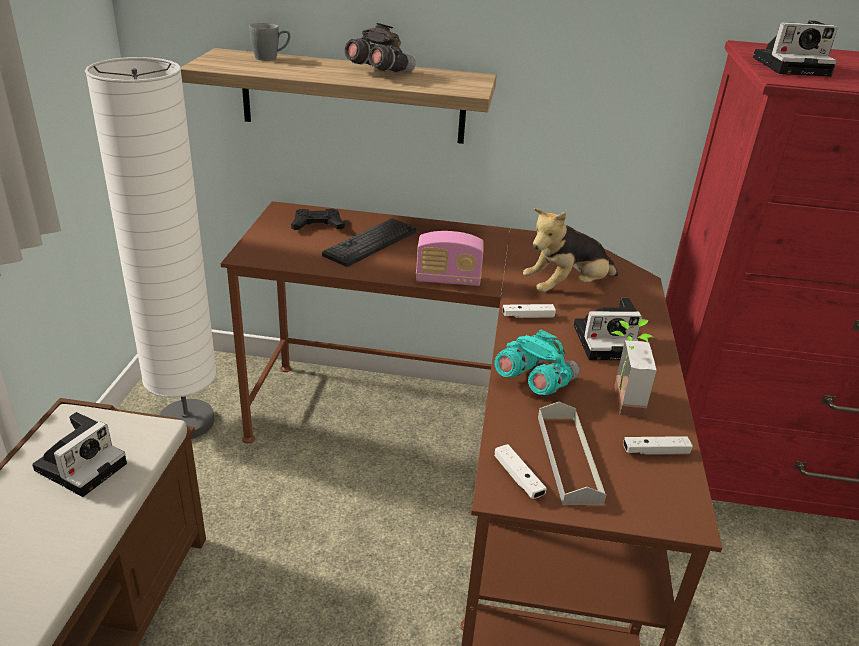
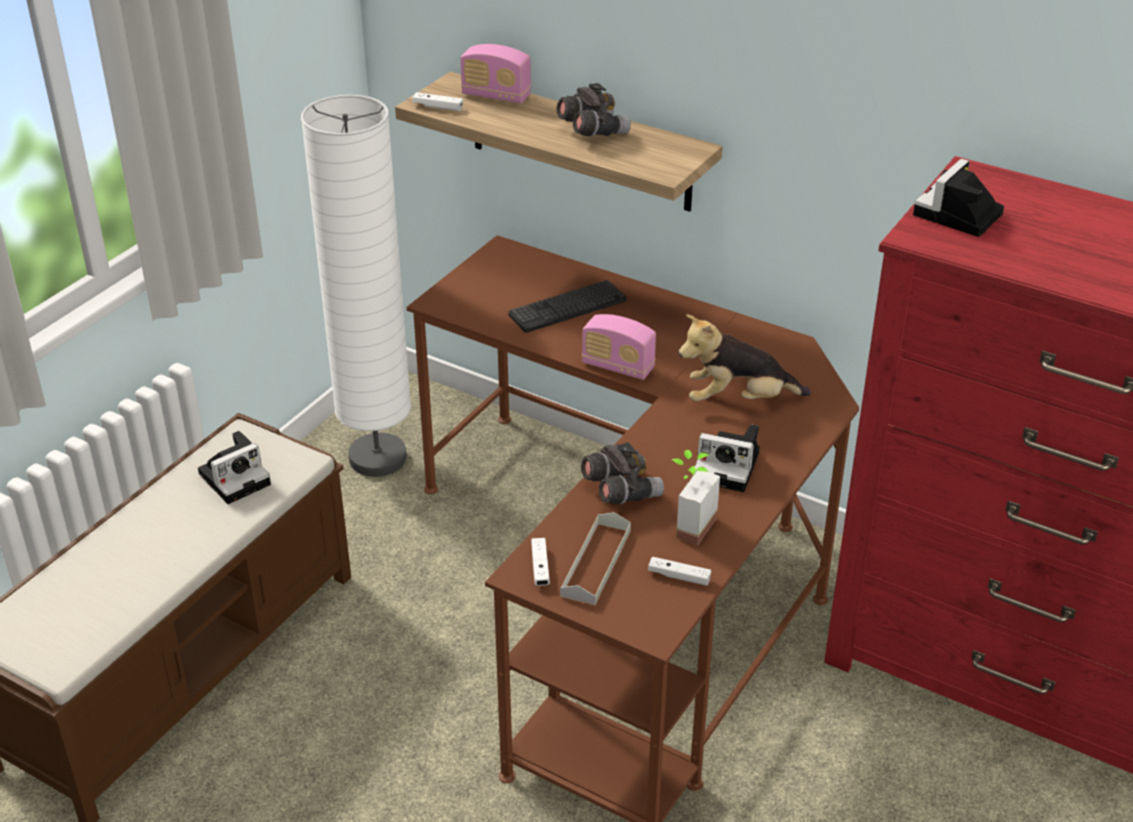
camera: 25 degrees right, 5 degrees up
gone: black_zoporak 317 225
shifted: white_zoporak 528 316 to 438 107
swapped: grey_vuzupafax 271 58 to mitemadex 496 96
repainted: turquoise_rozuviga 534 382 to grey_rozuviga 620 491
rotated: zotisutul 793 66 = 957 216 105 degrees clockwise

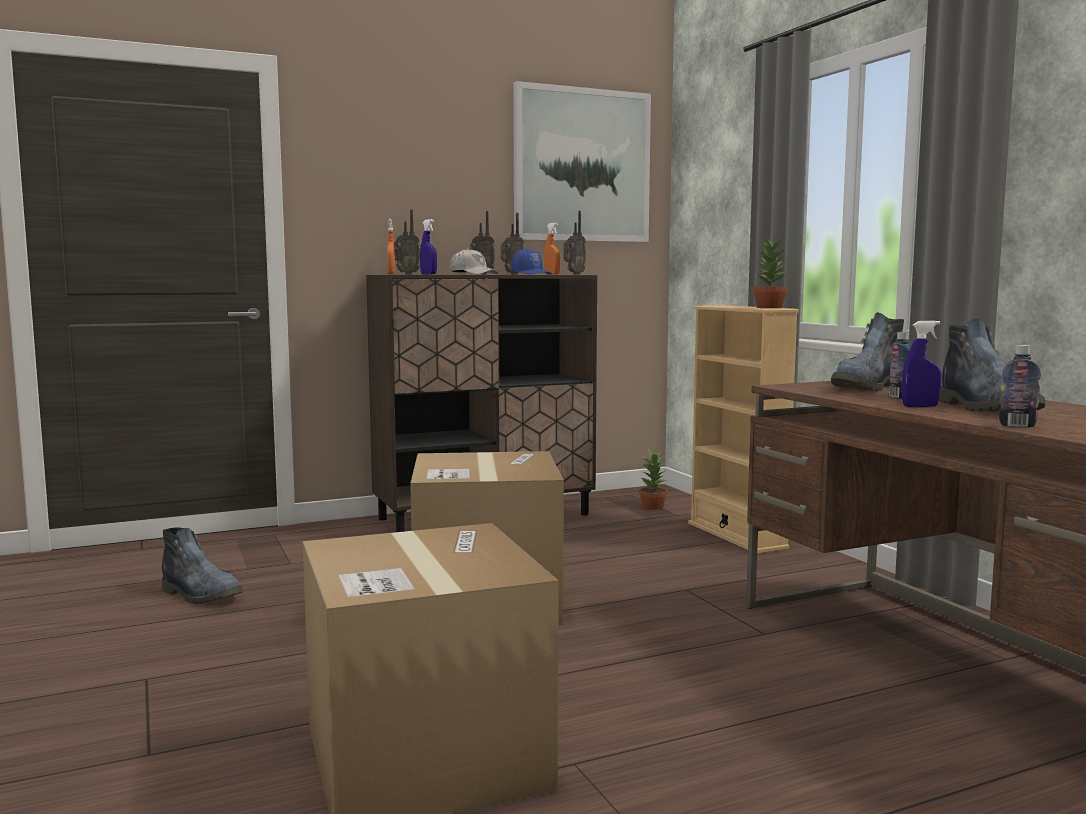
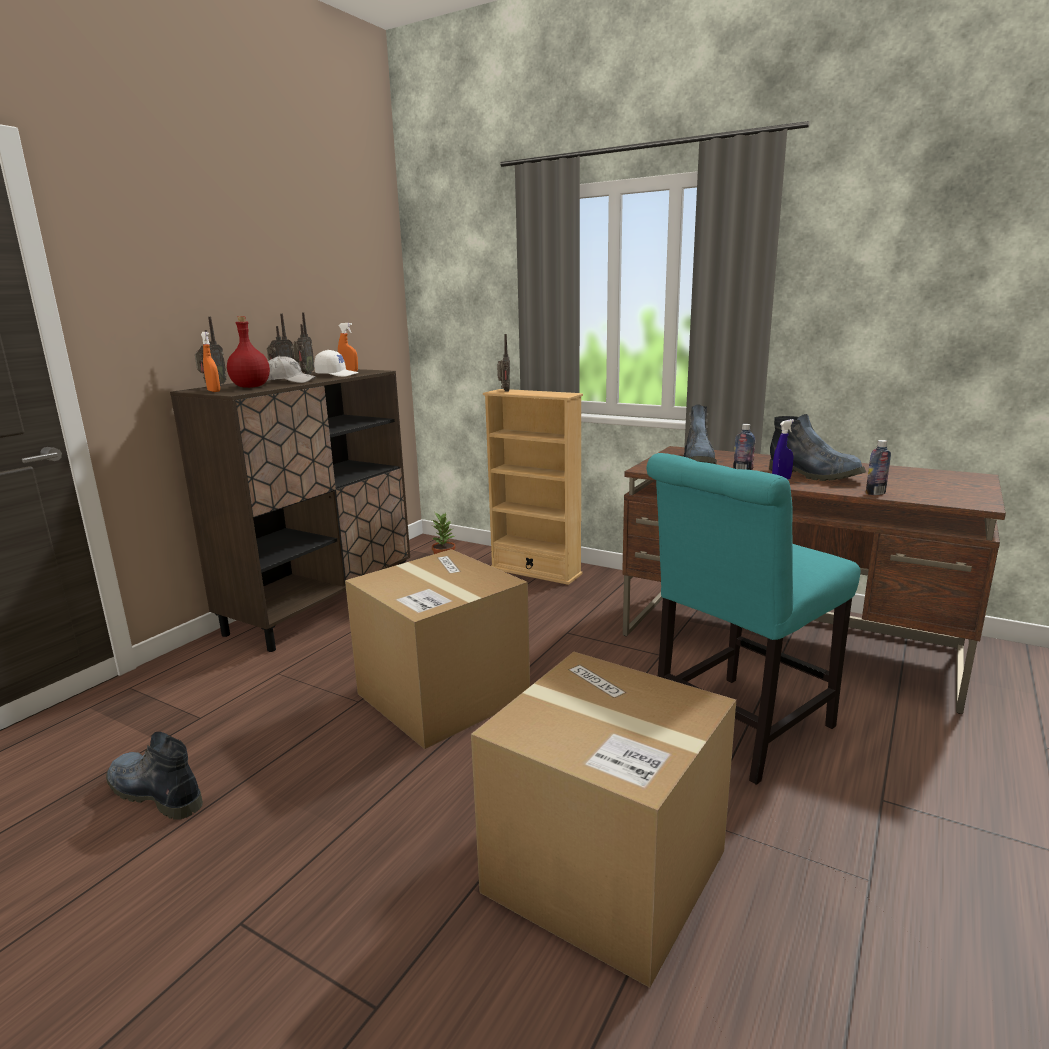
camera: 35 degrees left, 10 degrees up
gone: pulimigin 582 165; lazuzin 768 307
new: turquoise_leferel 736 730
shifted: mitemadex 573 274 to 504 391
swapped: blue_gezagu 428 274 to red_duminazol 251 387
repainted: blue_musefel 532 274 to white_musefel 337 375
rotated: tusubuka 202 595 = 154 793 150 degrees counterclockwise

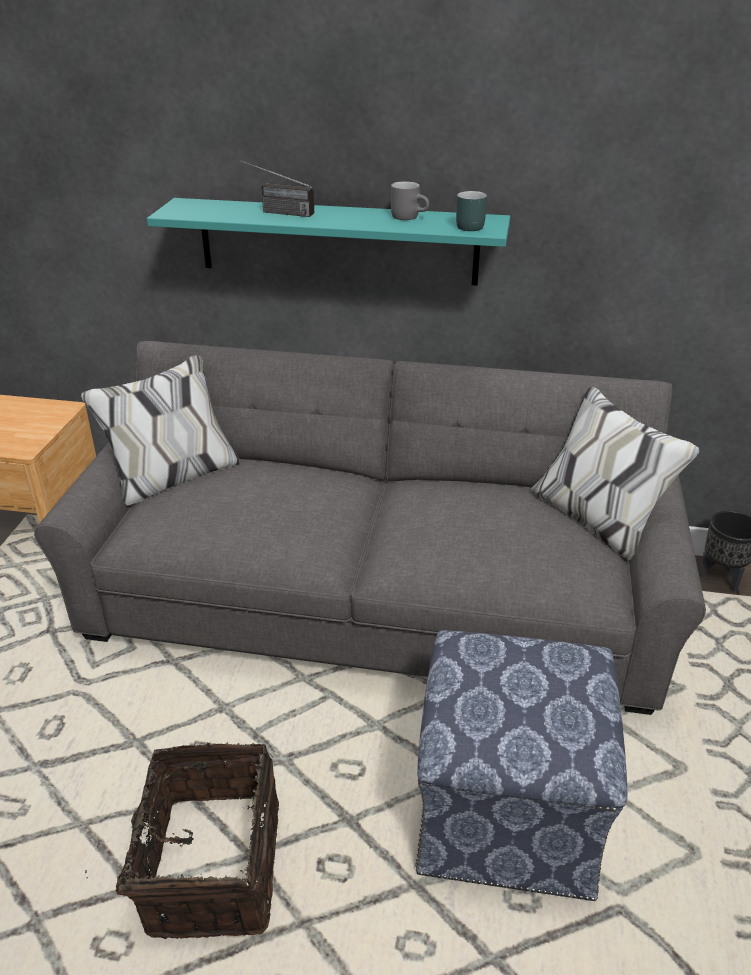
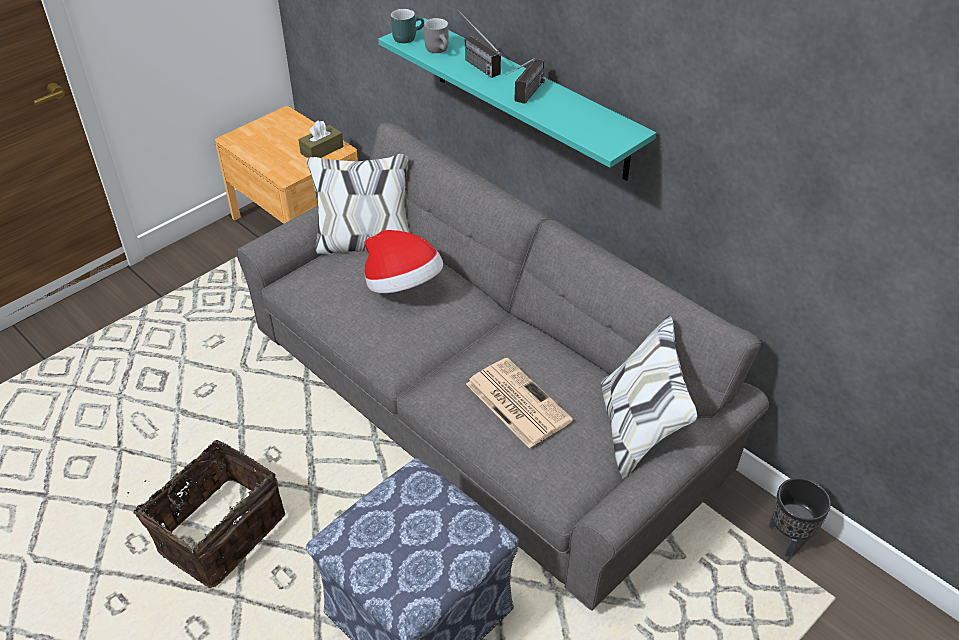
camera: 35 degrees right, 10 degrees up
new: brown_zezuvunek 322 150; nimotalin 403 286; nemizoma 516 402; mitemadex 525 97
shifted: grey_vuzupafax 409 217 to 440 50; turquoise_vuzupafax 470 226 to 407 37

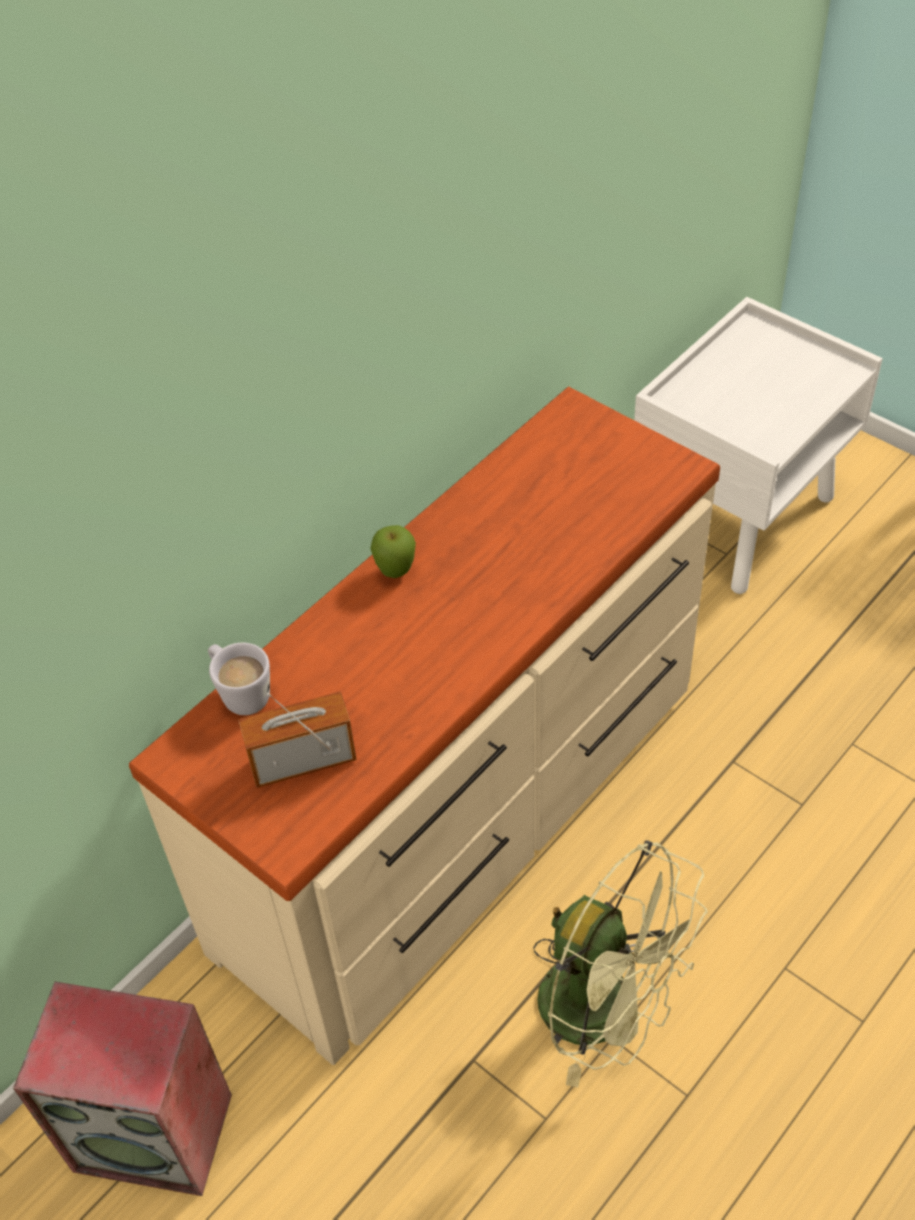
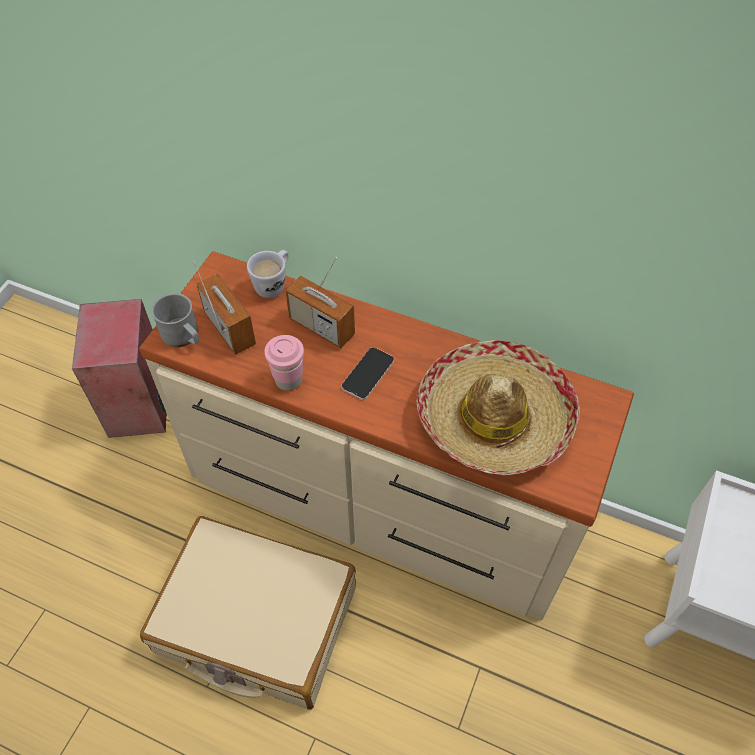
camera: 70 degrees right, 5 degrees up
gone: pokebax 396 573
new: grey_vuzupafax 183 336; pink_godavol 288 380; mitemadex 321 327; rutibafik 368 374; nimotalin 495 417
swapped: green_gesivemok 606 1010 to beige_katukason 256 621

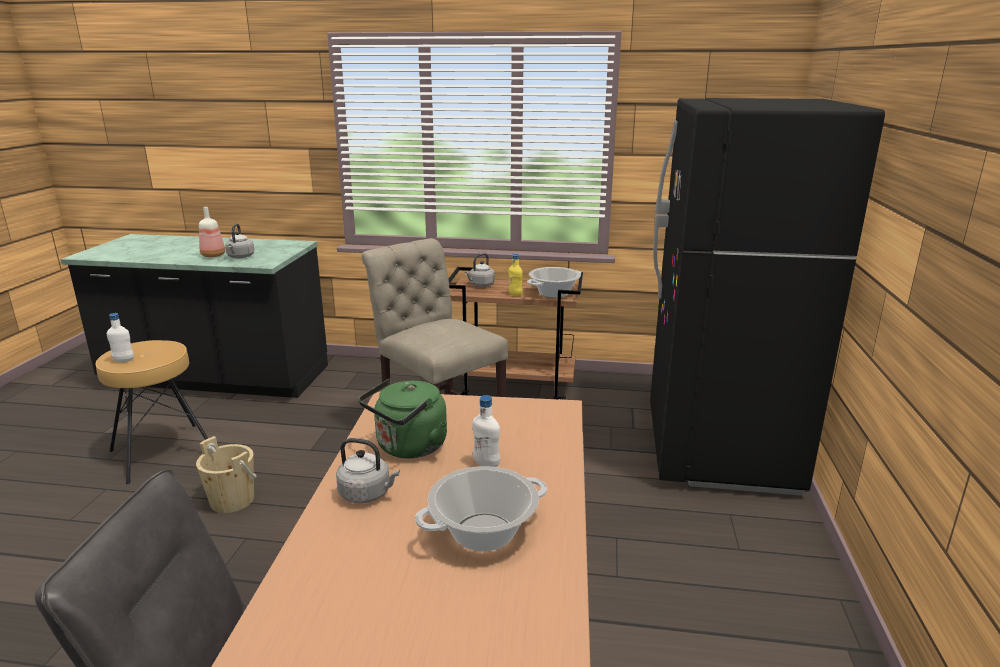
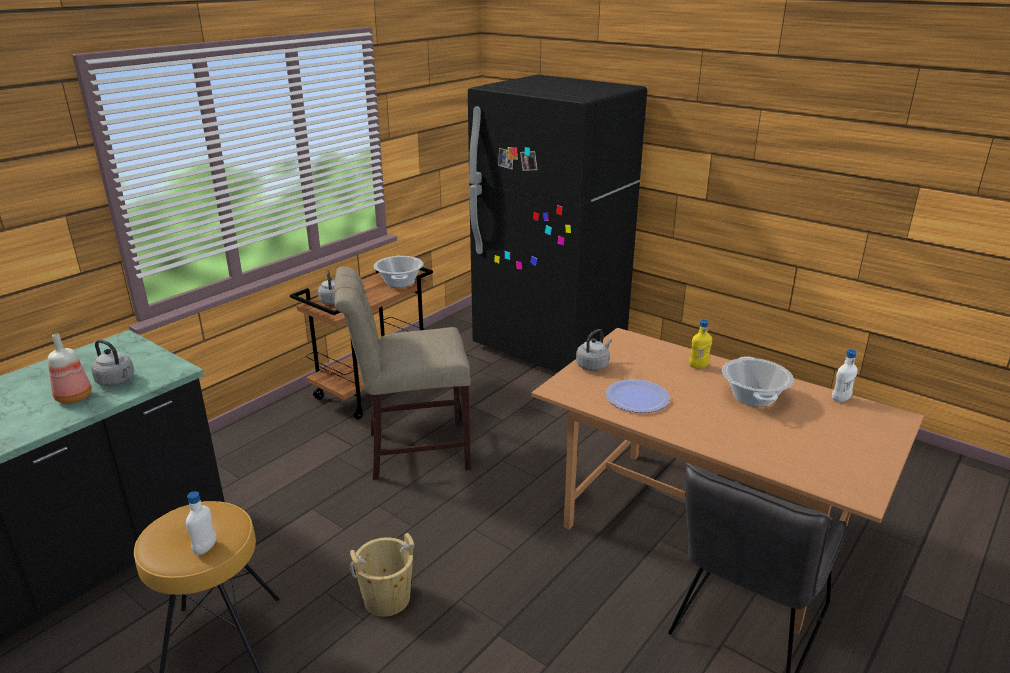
camera: 60 degrees left, 5 degrees up
shifted: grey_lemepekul 367 494 to 593 365; white_duminazol 486 464 to 840 399; yellow_duminazol 515 294 to 698 366
swapped: green_lemepekul 408 448 to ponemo 637 398

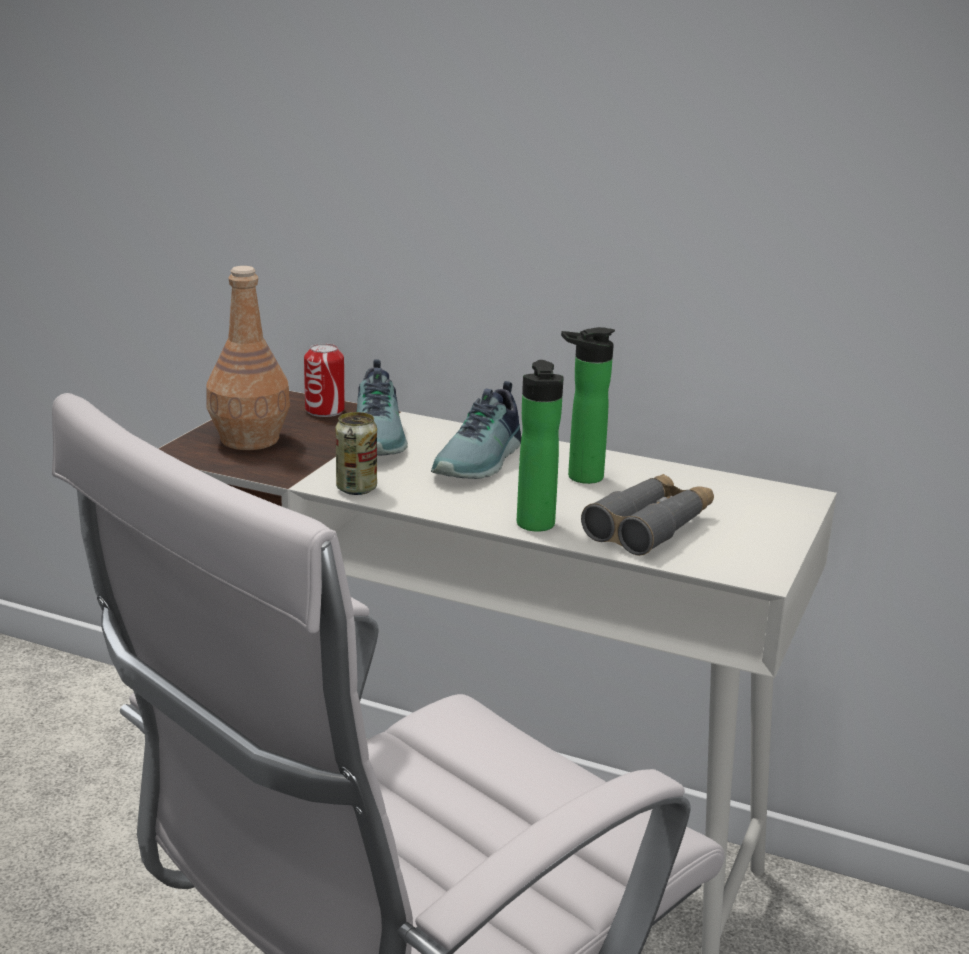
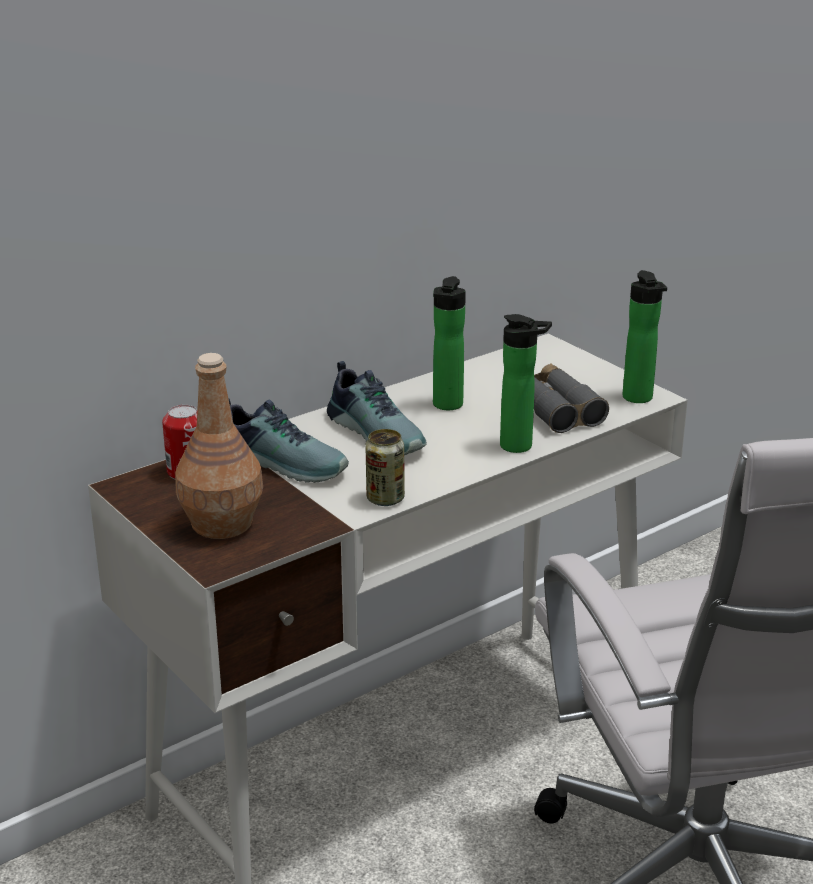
camera: 60 degrees left, 5 degrees up
new: duminazol 639 399

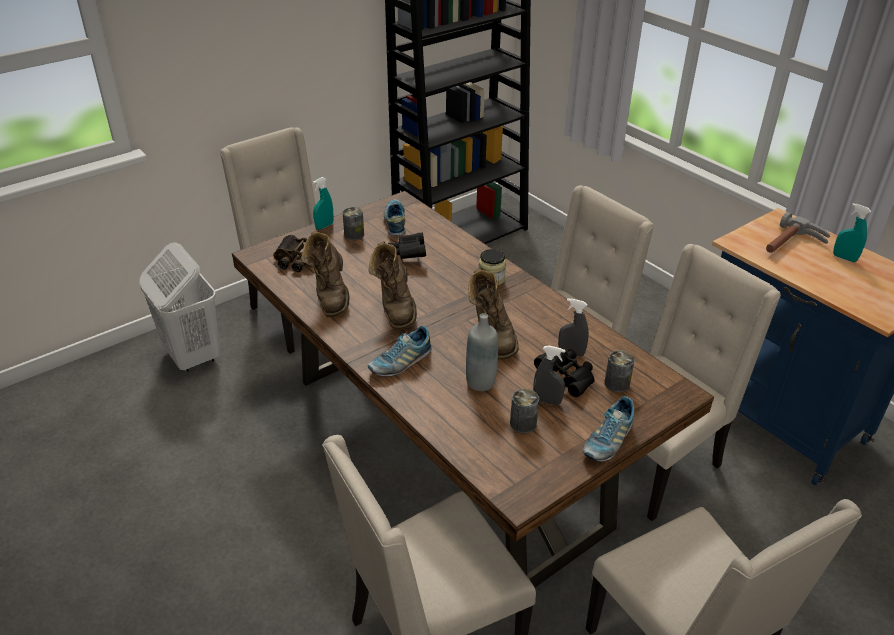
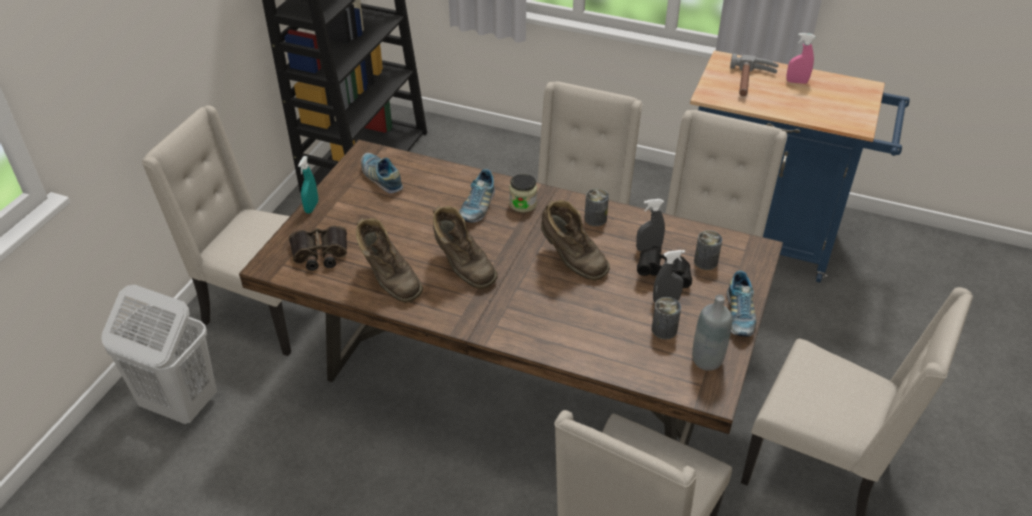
camera: 30 degrees left, 5 degrees up
gone: black_rozuviga 407 255
shifted: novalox 354 235 to 595 219; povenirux 400 362 to 477 207; grey_duminazol 480 382 to 707 360
repainted: turquoise_gezagu 844 258 to pink_gezagu 796 82

